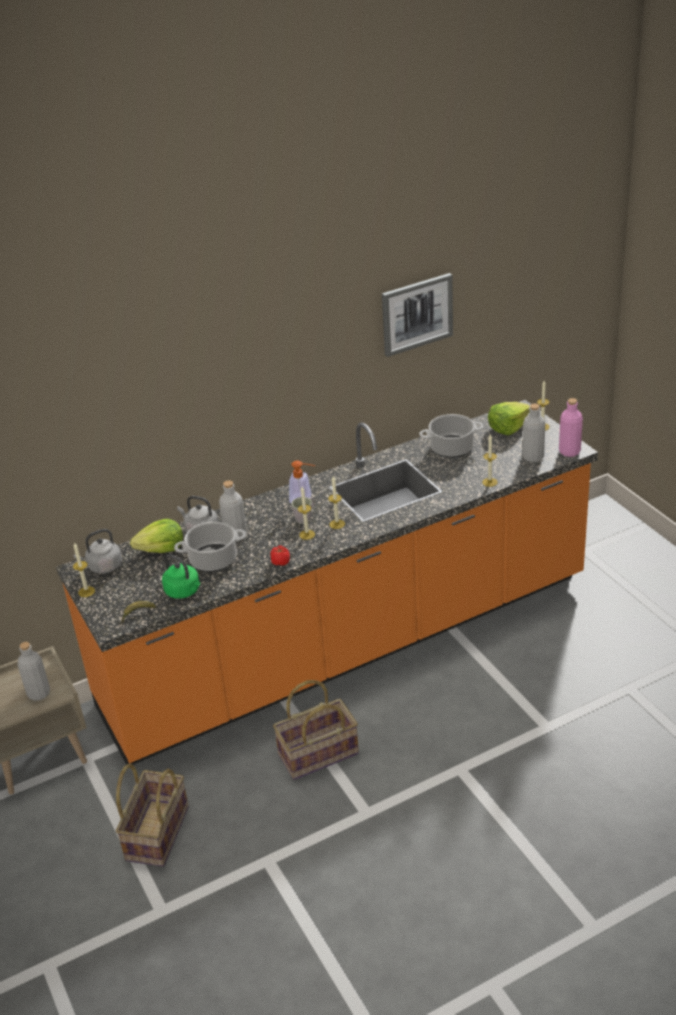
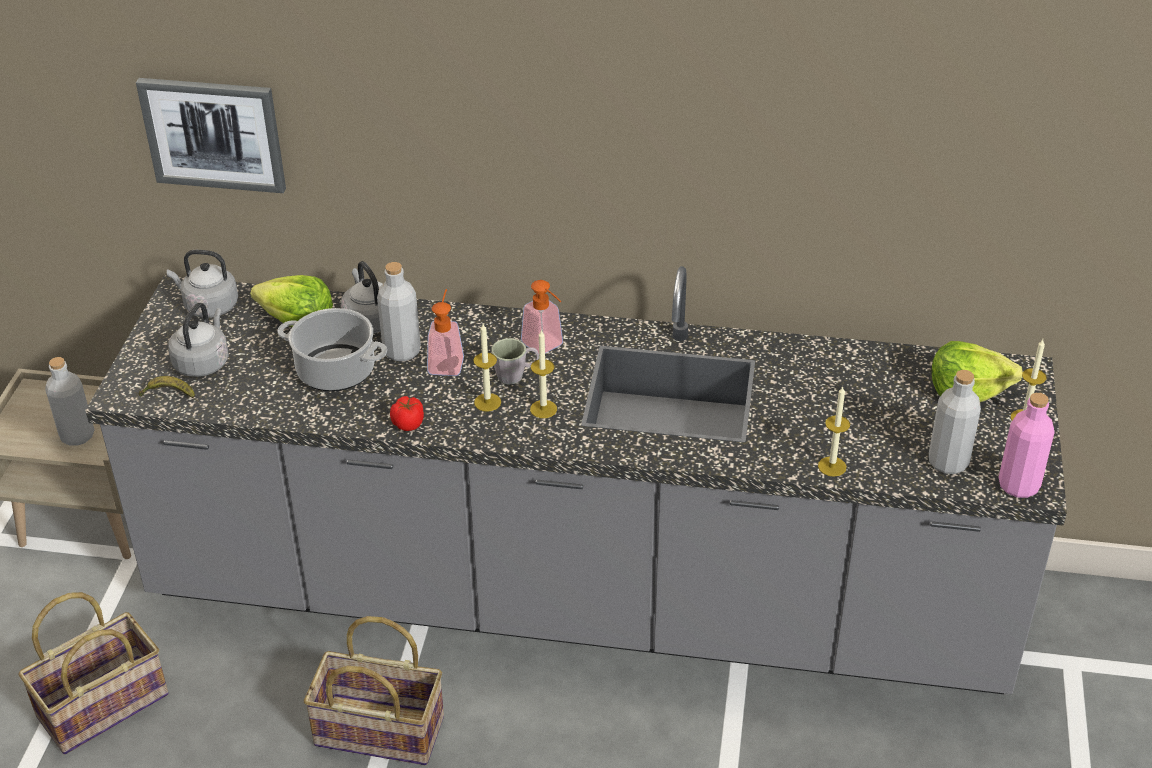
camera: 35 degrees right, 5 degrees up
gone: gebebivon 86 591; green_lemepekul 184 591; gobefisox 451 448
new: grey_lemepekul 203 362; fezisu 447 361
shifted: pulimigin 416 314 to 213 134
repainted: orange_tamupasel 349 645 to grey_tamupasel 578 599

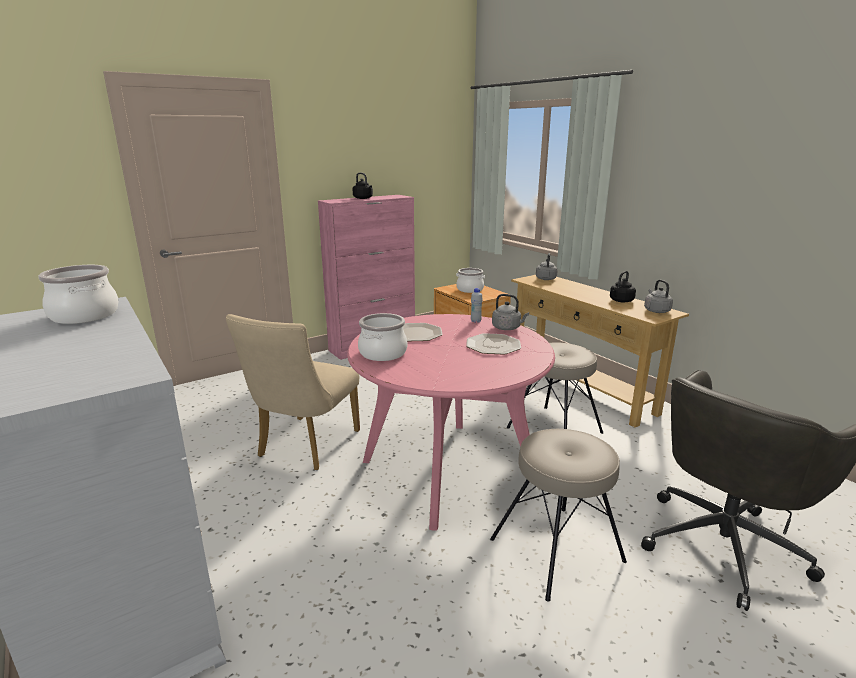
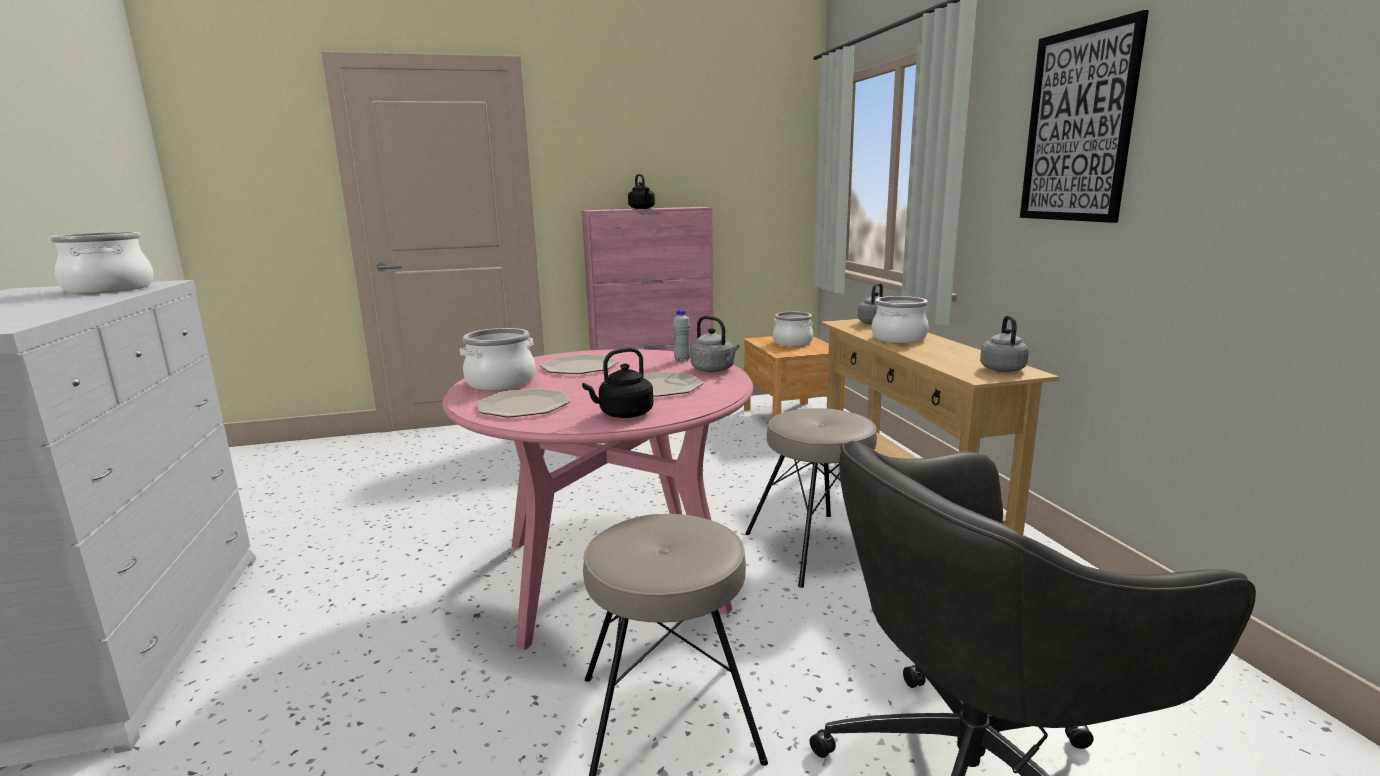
camera: 20 degrees right, 5 degrees down
gone: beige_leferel 304 447
new: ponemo 523 405; gobefisox 898 338; pulimigin 1078 126
shifted: black_lemepekul 620 301 to 623 414

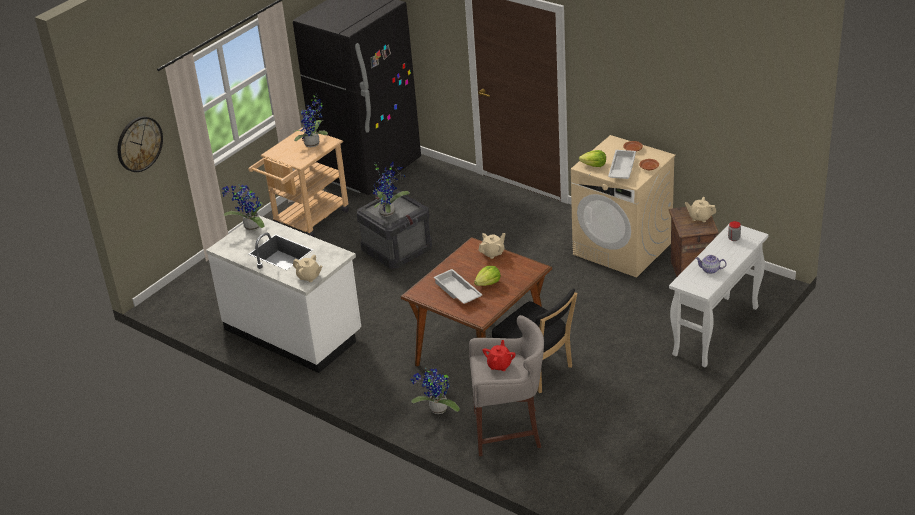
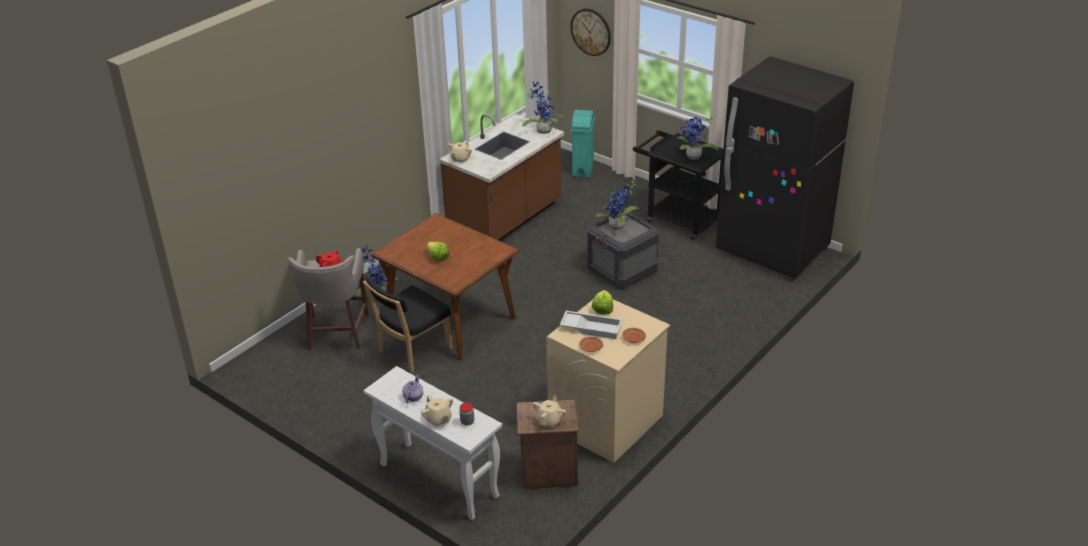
camera: 90 degrees right, 0 degrees up
gone: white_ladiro 457 291
new: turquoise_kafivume 583 170
shifted: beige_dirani 493 253 to 438 420
repainted: white_tamupasel 294 332 to brown_tamupasel 506 220; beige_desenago 306 221 to black_desenago 678 218

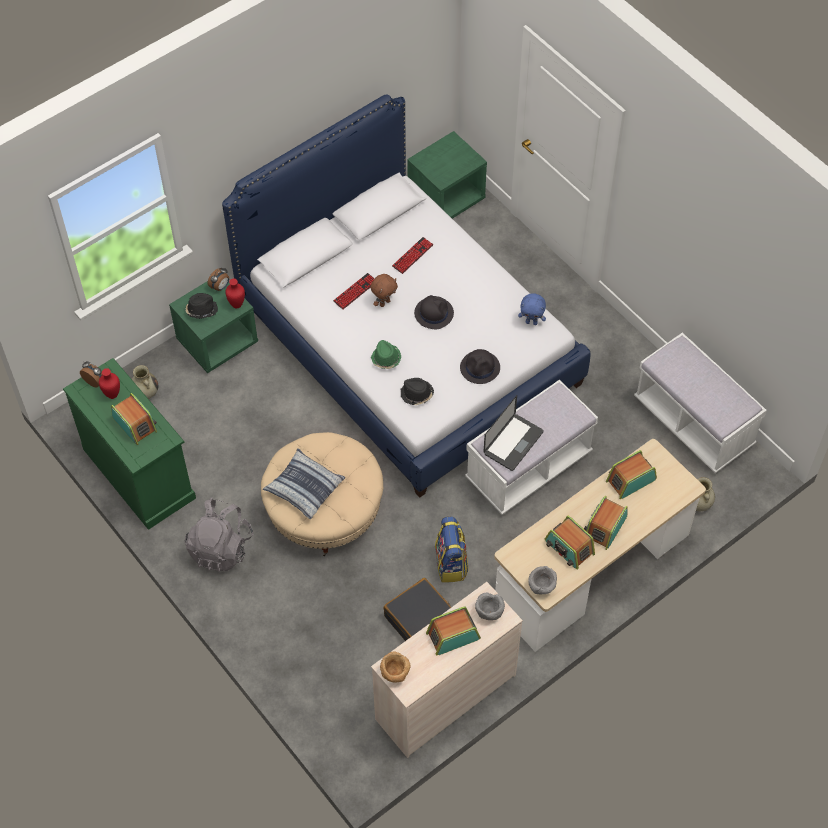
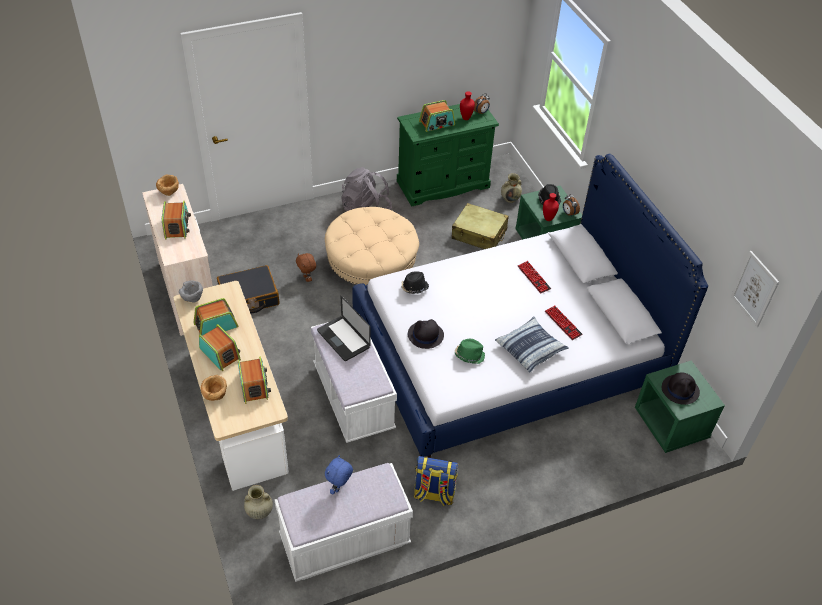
camera: 105 degrees right, 10 degrees down
gone: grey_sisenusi 489 612
new: brown_sisenusi 215 396; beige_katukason 479 234; pulimigin 754 289
shifted: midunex 304 488 to 530 349; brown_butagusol 384 302 to 307 278; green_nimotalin 386 359 to 469 355; black_nimotalin 433 313 to 680 390; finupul 451 564 to 434 494; blue_butagusol 531 322 to 339 488

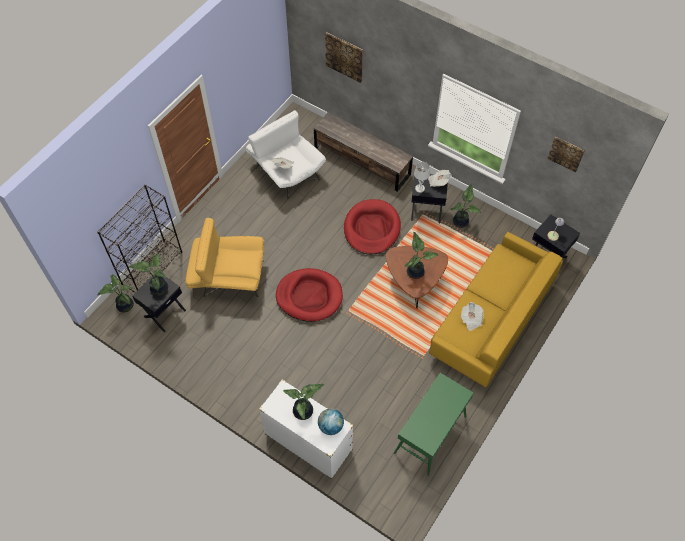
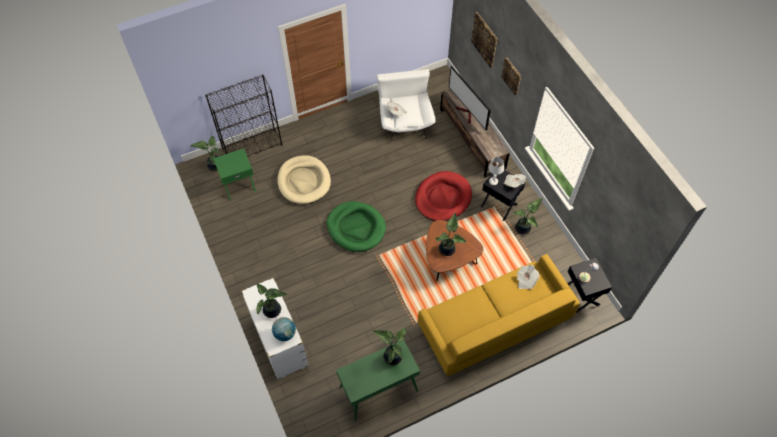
camera: 30 degrees right, 0 degrees up
new: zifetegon 467 114
shifted: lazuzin 158 288 to 392 355; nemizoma 471 319 to 526 280; pulimigin 566 153 to 512 76
swapped: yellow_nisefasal 228 277 to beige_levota 304 181
repainted: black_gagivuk 164 313 to green_gagivuk 239 185; red_levota 309 296 to green_levota 356 228

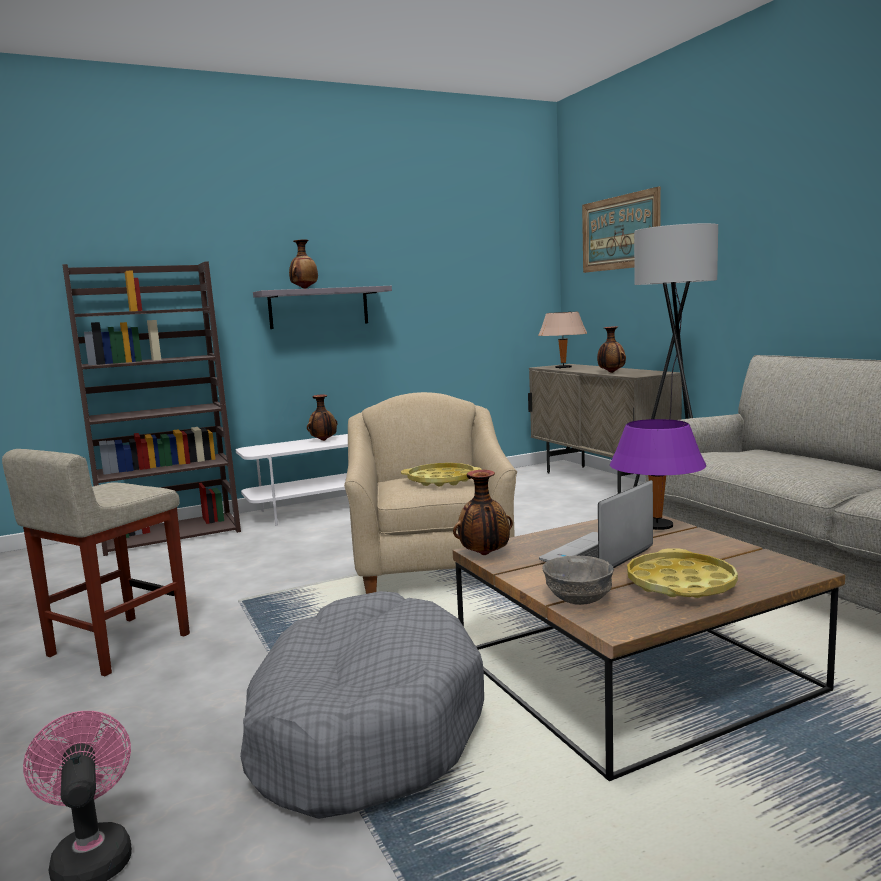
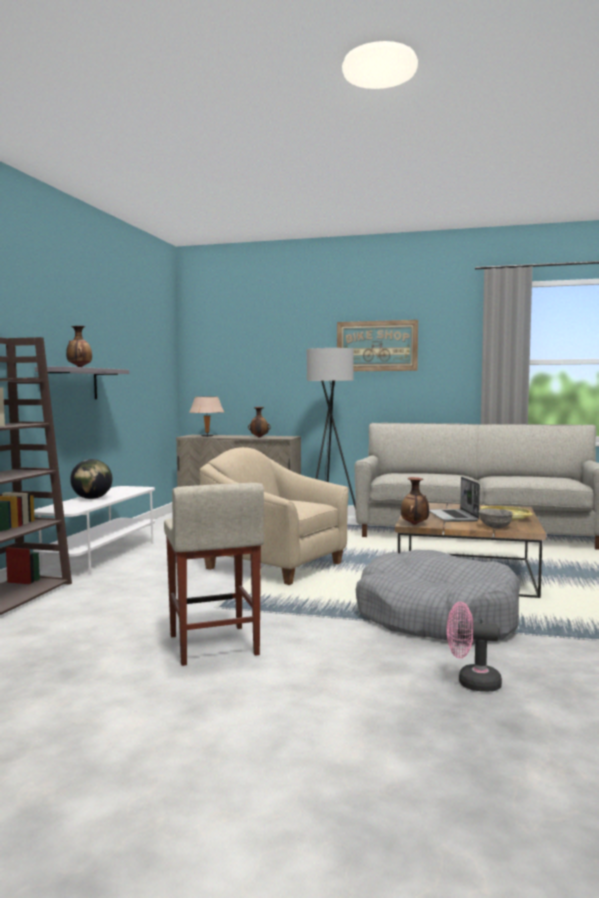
camera: 50 degrees left, 5 degrees down
gone: yellow_ladiro 441 480; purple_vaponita 656 526
shifted: pulimigin 620 232 to 377 346
swapped: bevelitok 323 440 to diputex 92 498

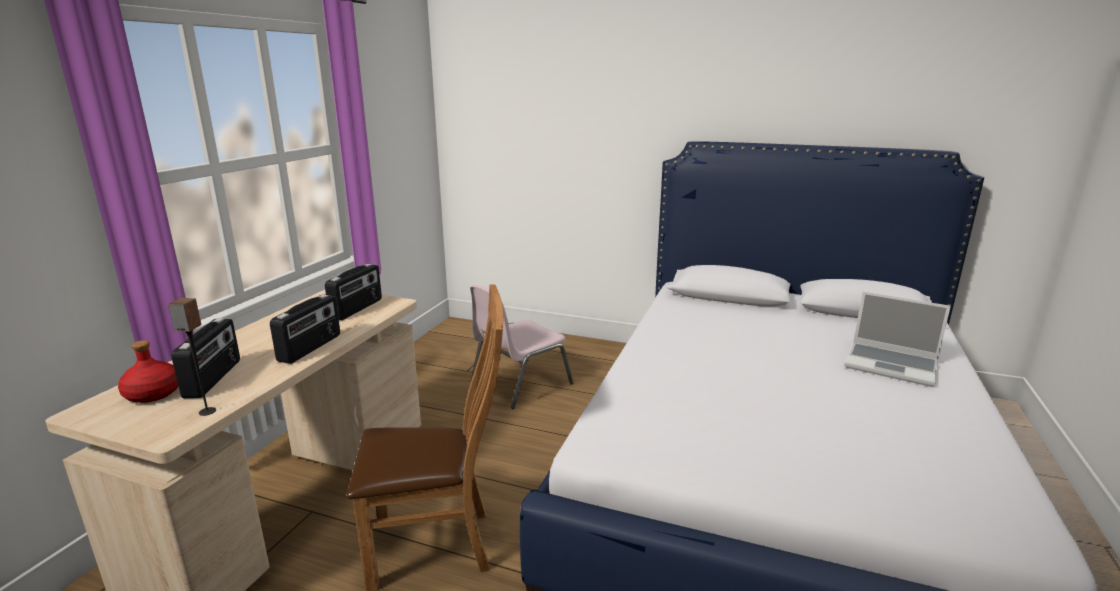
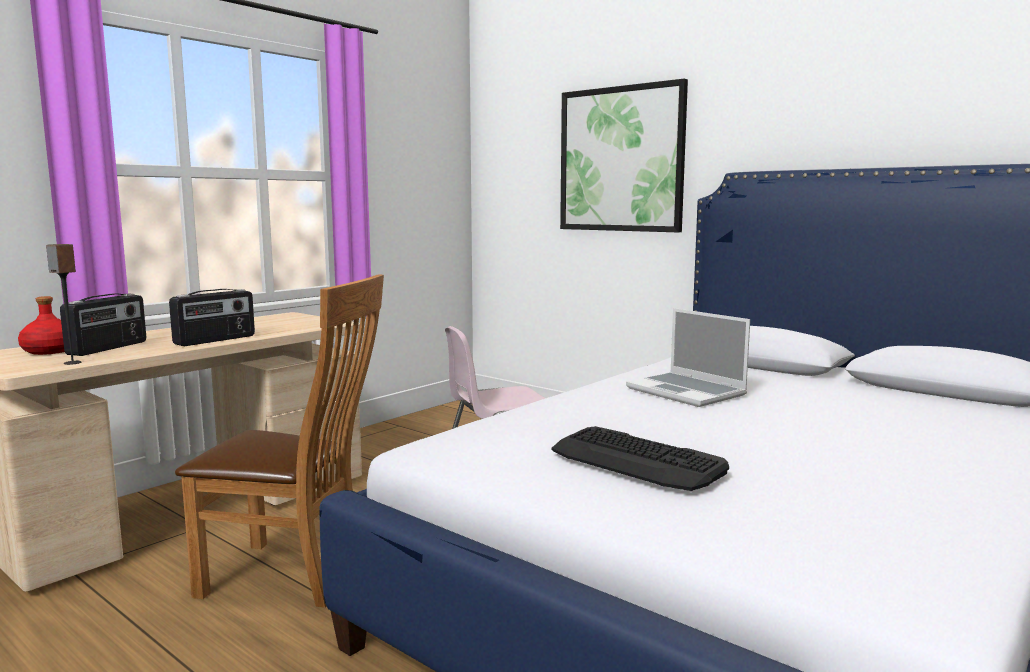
camera: 20 degrees right, 10 degrees down
gone: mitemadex 357 309
new: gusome 637 460; pulimigin 621 159
shifted: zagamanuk 892 365 to 687 392

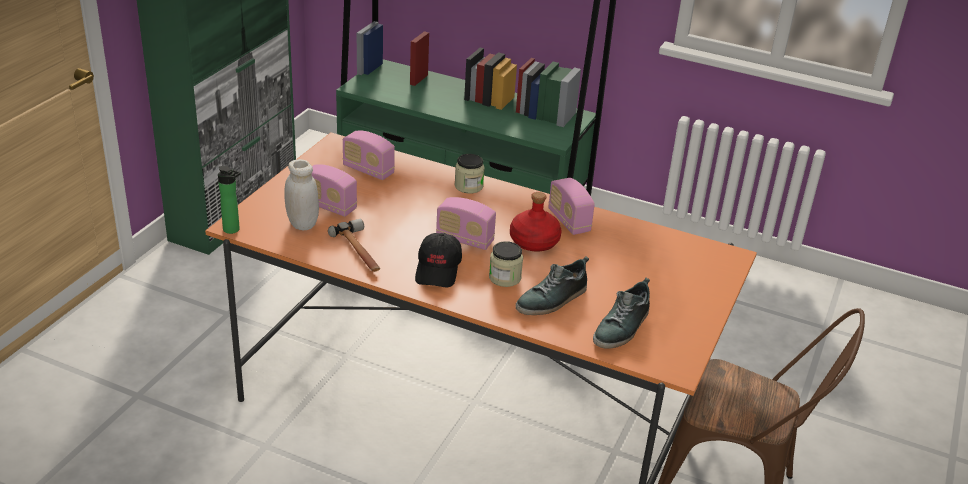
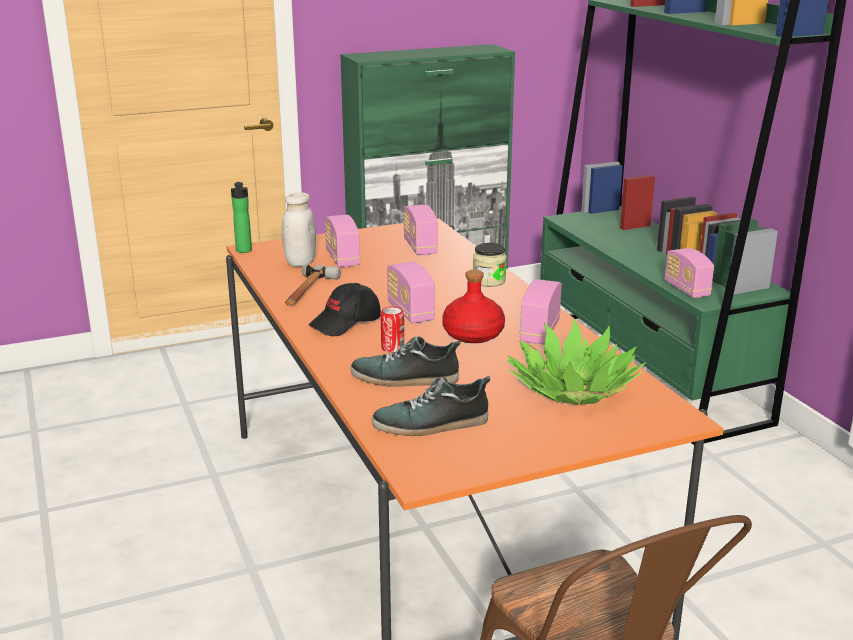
camera: 45 degrees right, 10 degrees down
new: lazuzin 572 389; mitemadex 686 289
swapped: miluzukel 505 278 to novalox 392 348

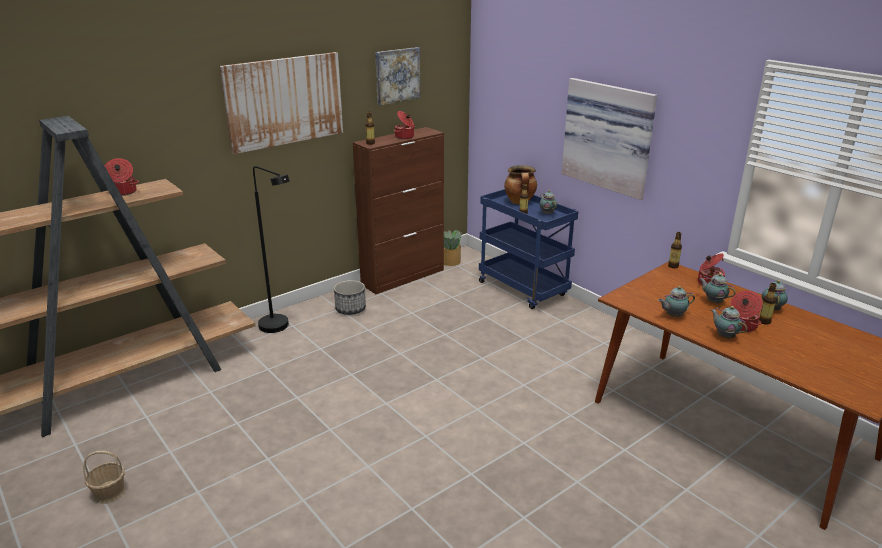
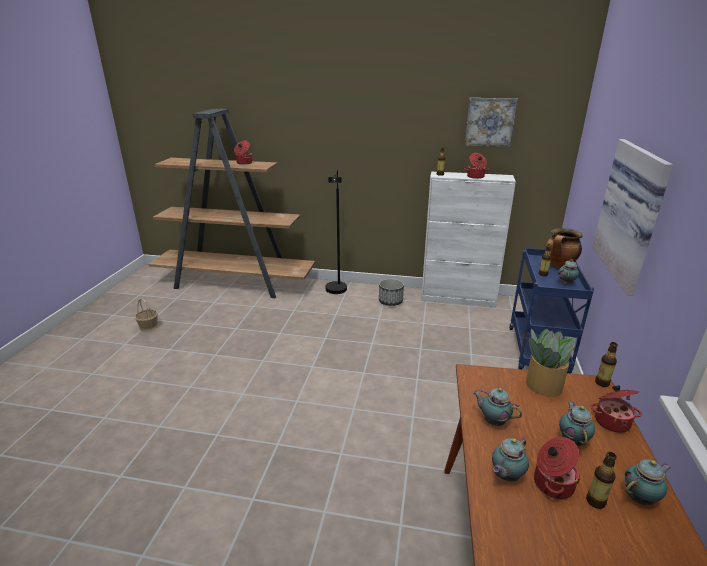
camera: 50 degrees right, 0 degrees up
gone: pulimigin 284 101
shifted: lazuzin 450 262 to 543 385
repainted: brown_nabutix 403 277 to white_nabutix 458 298
rotated: dirani 724 336 = 505 476 150 degrees counterclockwise

